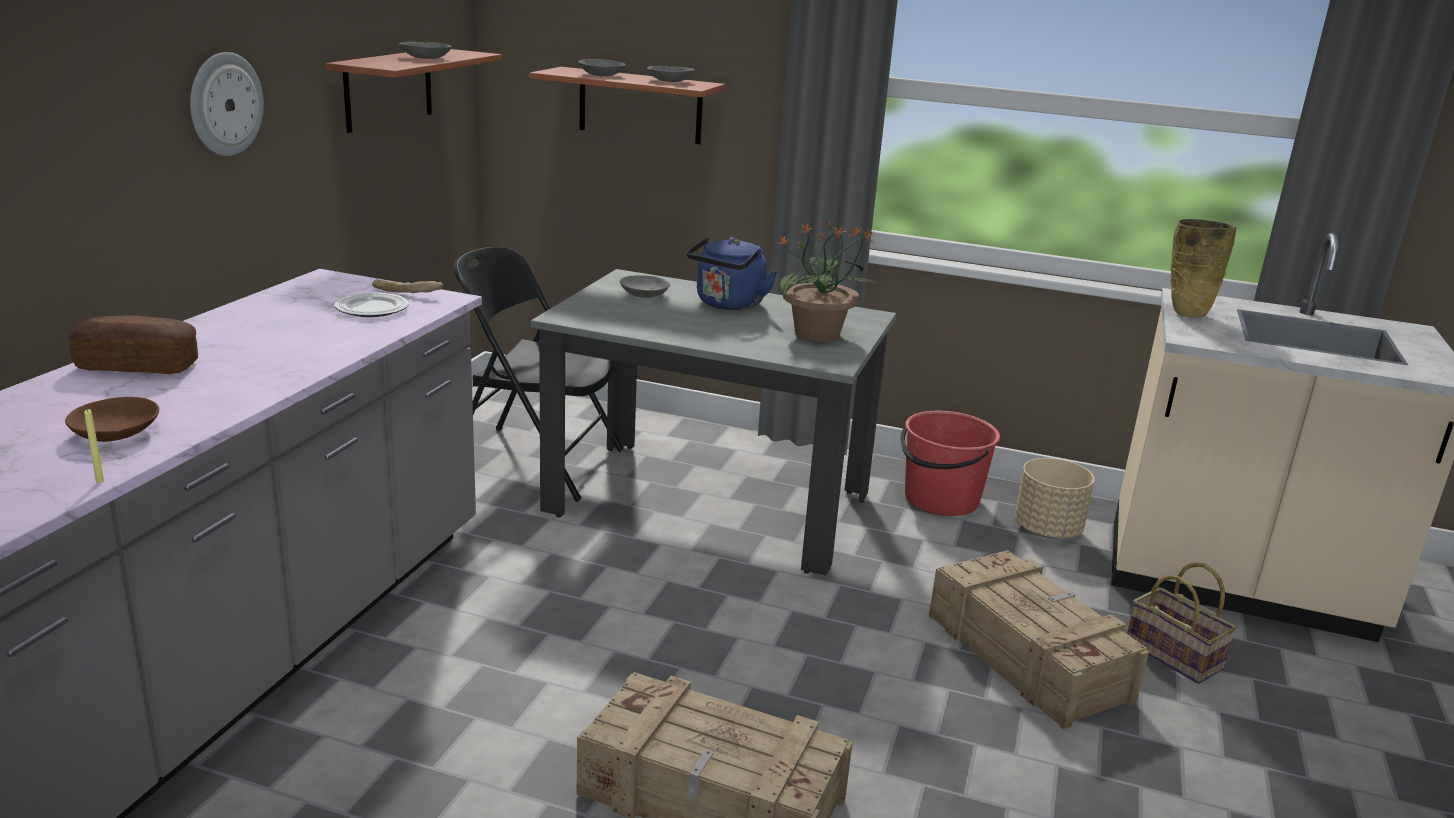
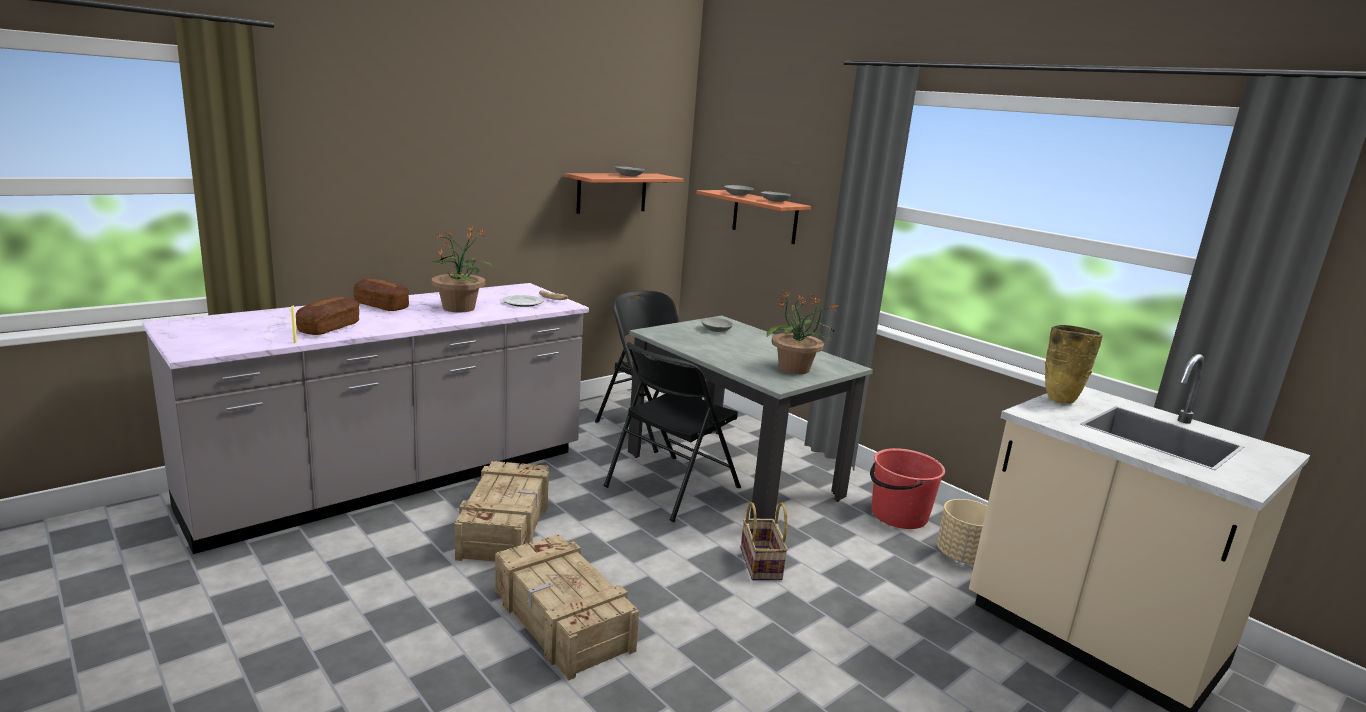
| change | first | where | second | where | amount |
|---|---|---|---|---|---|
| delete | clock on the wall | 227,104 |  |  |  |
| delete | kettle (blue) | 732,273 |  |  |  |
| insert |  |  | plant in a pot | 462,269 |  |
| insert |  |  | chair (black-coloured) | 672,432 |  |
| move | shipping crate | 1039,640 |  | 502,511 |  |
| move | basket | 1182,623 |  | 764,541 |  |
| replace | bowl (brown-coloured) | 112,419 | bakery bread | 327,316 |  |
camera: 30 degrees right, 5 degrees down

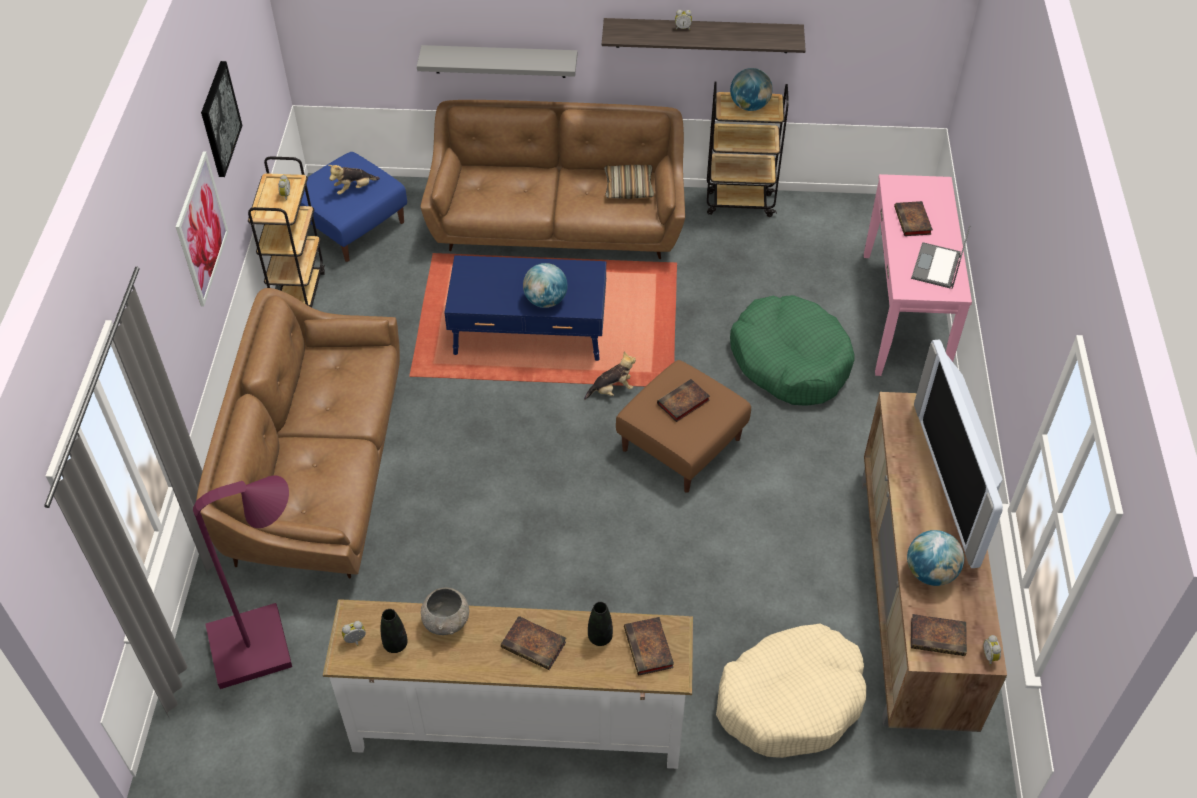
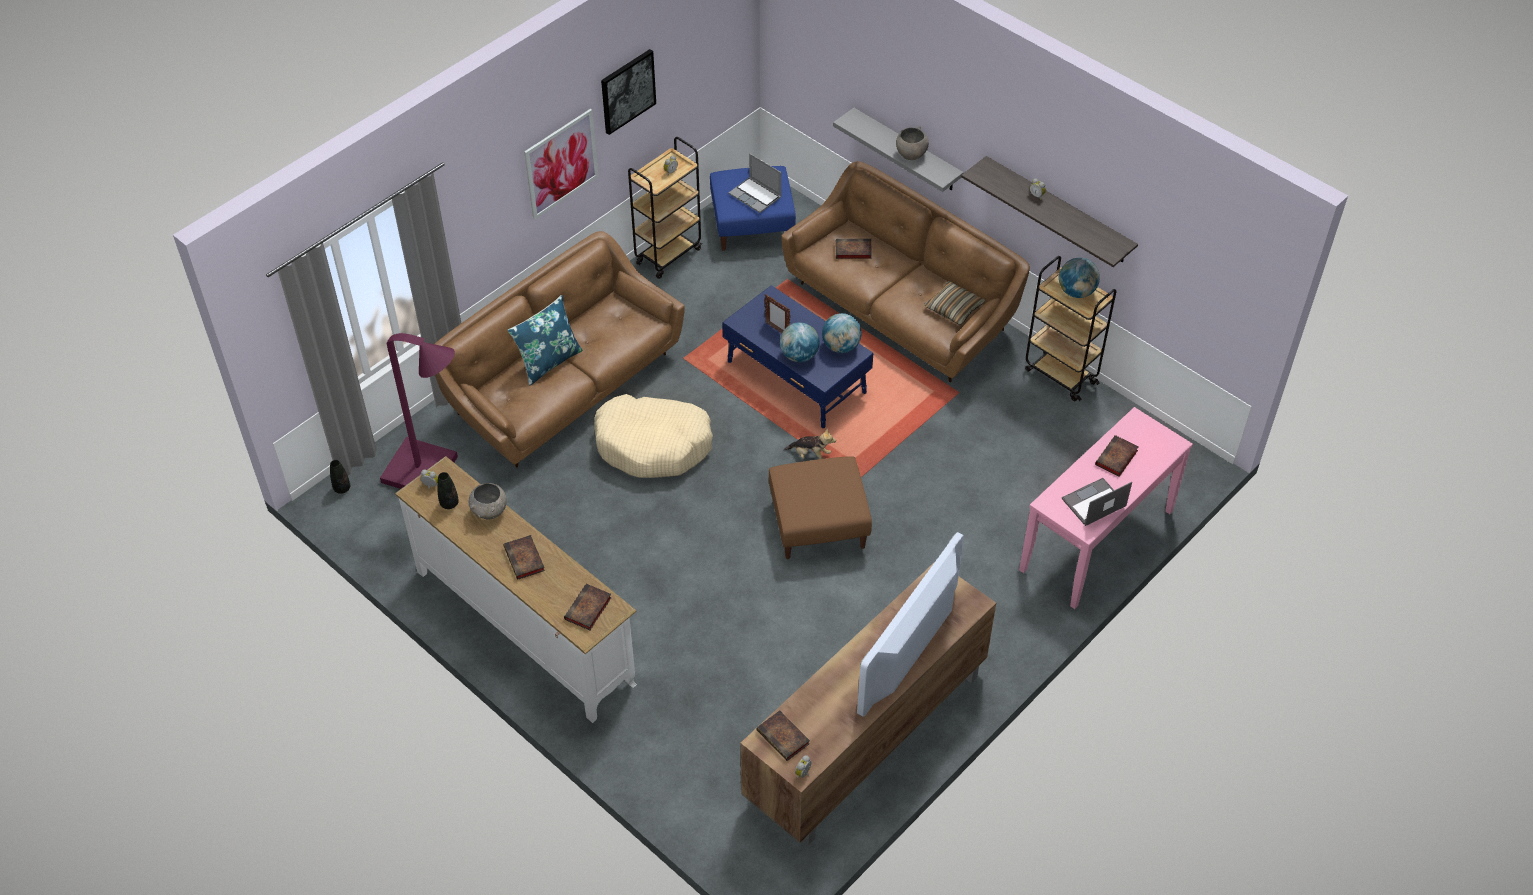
| change | first | where | second | where | amount |
|---|---|---|---|---|---|
| delete | dog cushion (green) | 792,350 |  |  |  |
| insert |  |  | pillow (blue) | 545,340 |  |
| insert |  |  | standing frame | 777,313 |  |
| insert |  |  | bowl (grey) | 912,143 |  |
| move | decorative vase (black-coloured) | 600,624 |  | 340,477 |  |
| move | bound book | 683,400 |  | 854,248 |  |
| move | dog cushion (sand-coloured) | 791,691 |  | 653,436 |  |
| move | world globe | 935,558 |  | 842,333 |  |
| replace | plush toy | 354,180 | notebook computer | 755,183 |  |
camera: 40 degrees right, 0 degrees up

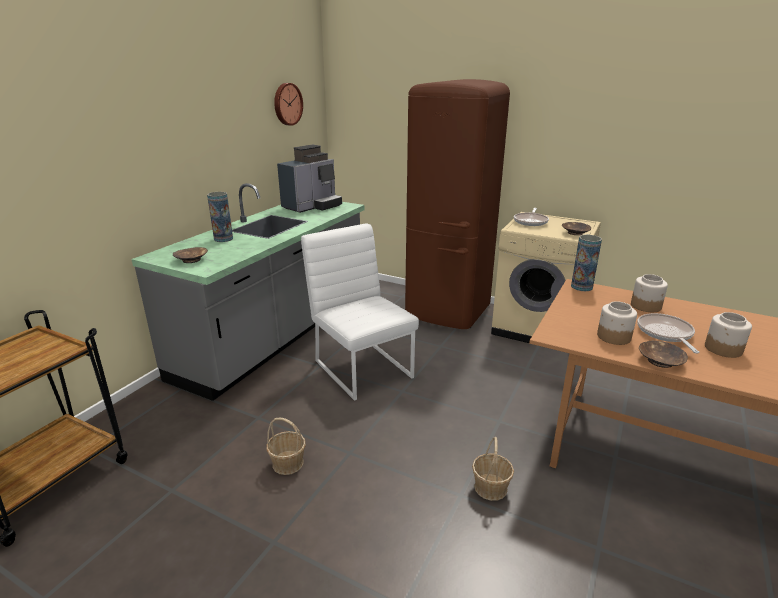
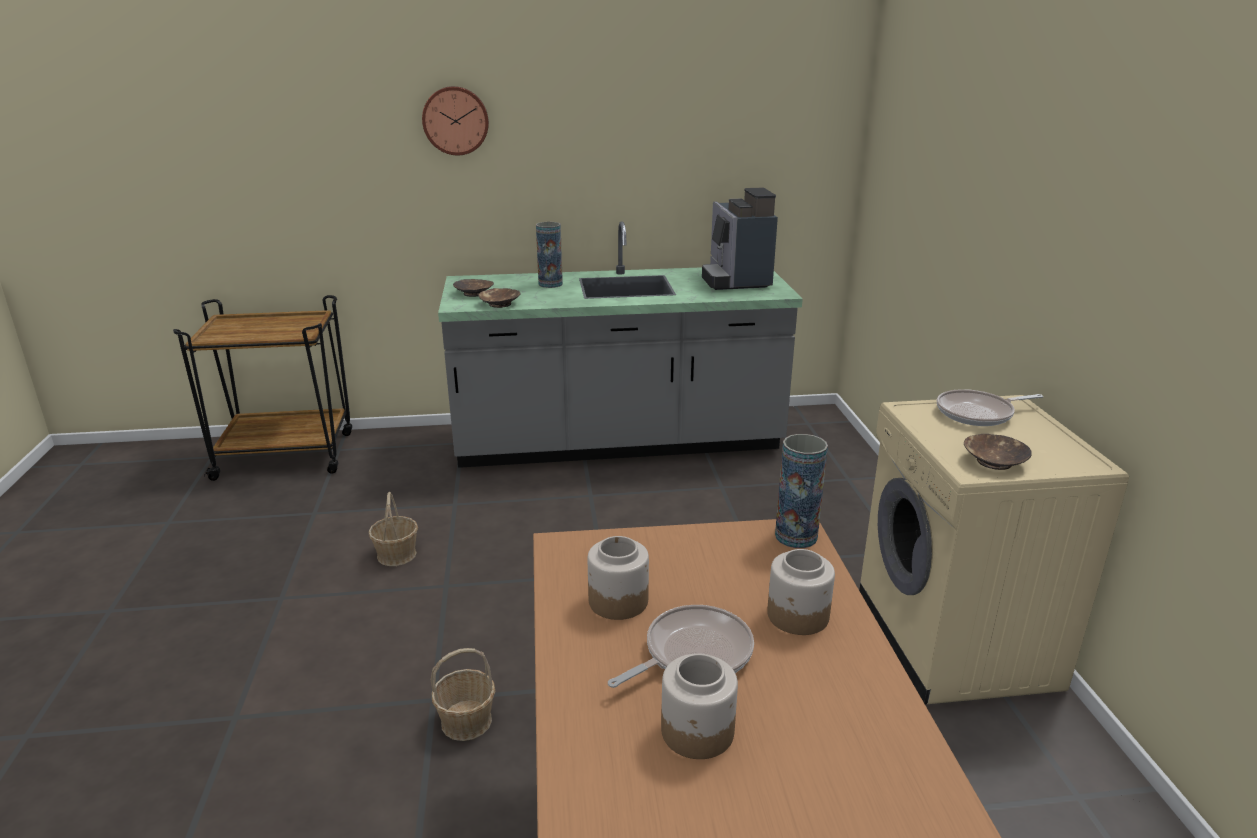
| change | first | where | second | where | amount |
|---|---|---|---|---|---|
| delete | chair (whitish) | 360,312 |  |  |  |
| delete | fridge (brown-coloured) | 457,204 |  |  |  |
| move | clock on the wall | 288,104 |  | 455,120 |  |
| move | bowl (brown-coloured) | 663,354 |  | 499,298 |  |
| rotate | coffee maker | 309,179 |  | 740,239 | 75 degrees clockwise |
camera: 55 degrees right, 0 degrees up

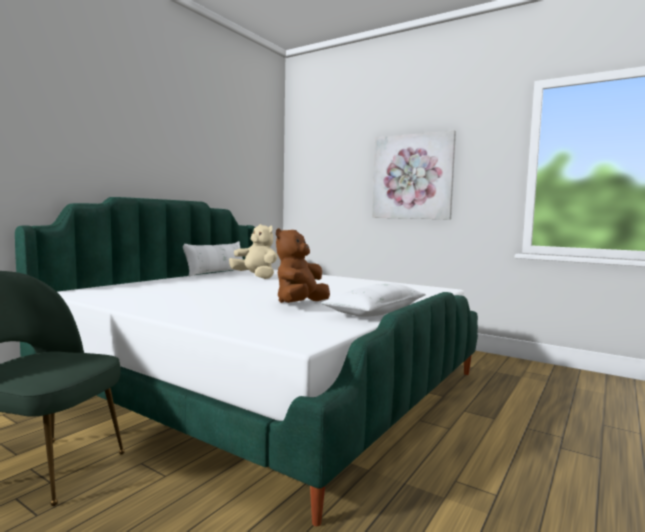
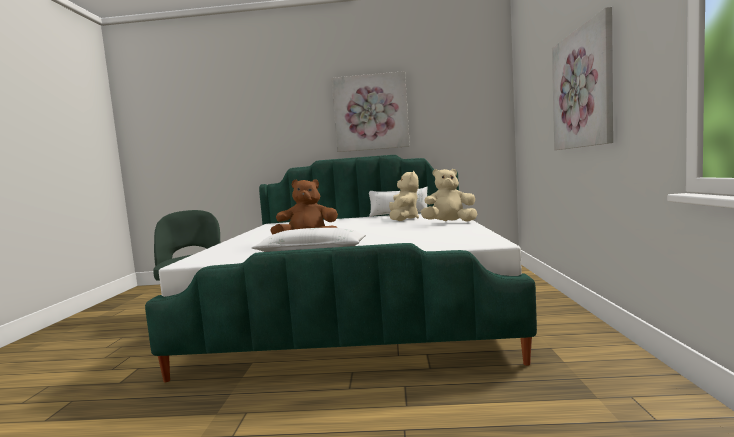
| change | first | where | second | where | amount |
|---|---|---|---|---|---|
| insert |  |  | picture | 370,111 |  |
| insert |  |  | plush toy (sand-coloured) | 448,195 |  |
camera: 60 degrees right, 0 degrees up

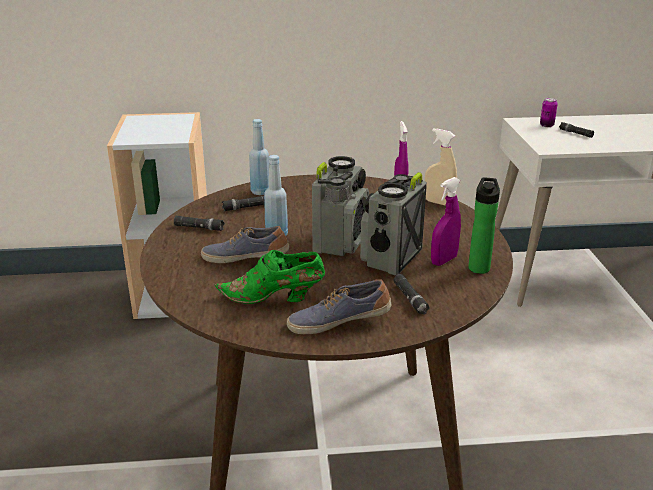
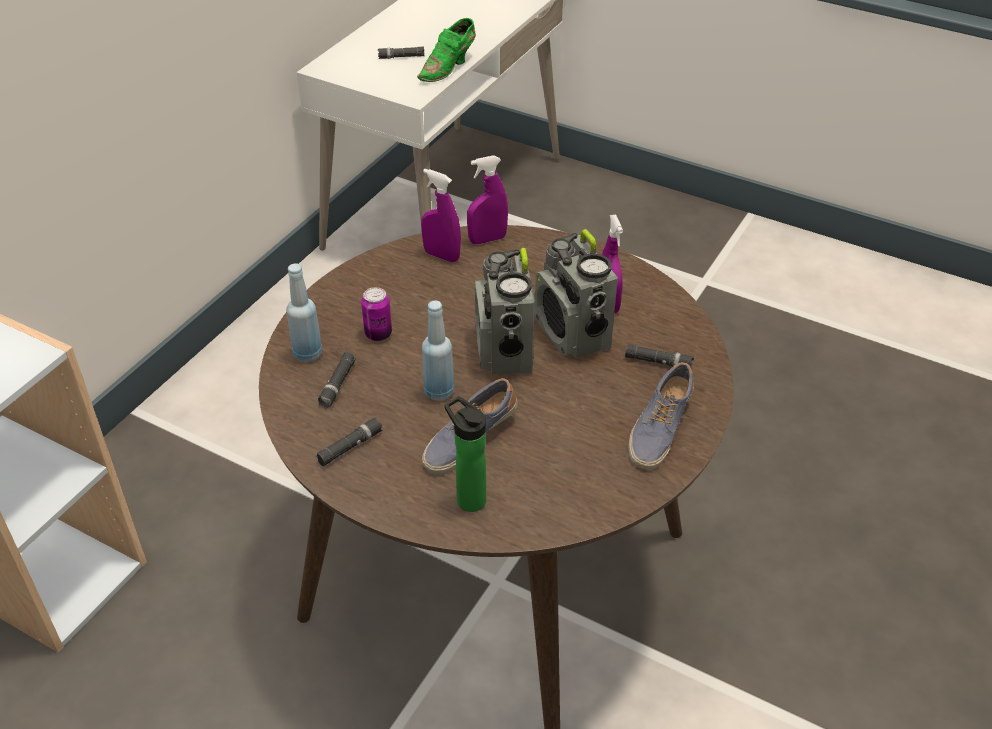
| change | first | where | second | where | amount |
|---|---|---|---|---|---|
| move | item of footwear (green) | 270,277 |  | 446,50 |  |
| move | drink bottle | 484,225 |  | 465,454 |  |
| move | can | 549,112 |  | 376,314 |  |
| recolor | sprayer (sand-coloured) | 441,167 | sprayer (purple-coloured) | 487,199 |  |
| rotate | radio receiver | 340,206 |  | 505,311 | 150 degrees counterclockwise |
camera: 55 degrees left, 15 degrees up

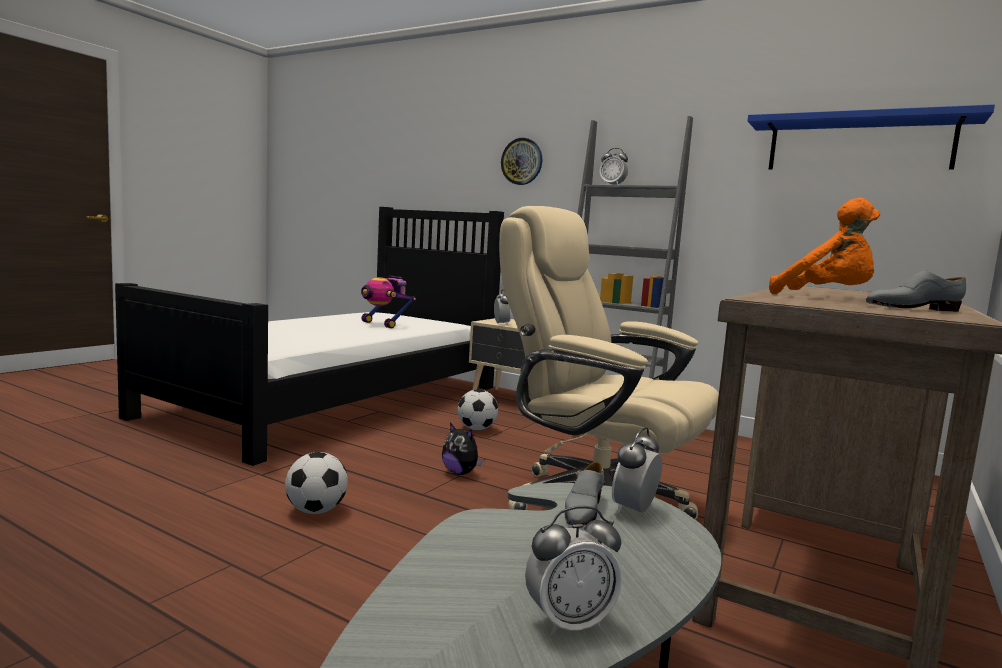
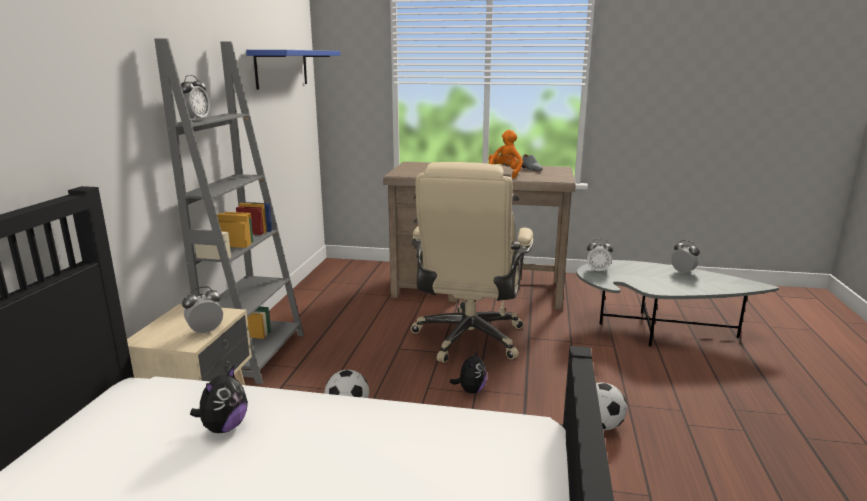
| change | first | where | second | where | amount |
|---|---|---|---|---|---|
| delete | clock on the wall | 521,161 |  |  |  |
| delete | item of footwear (grey) | 584,494 |  |  |  |
| replace | robot figure | 388,302 | plush toy | 219,399 |  |
camera: 110 degrees left, 10 degrees up

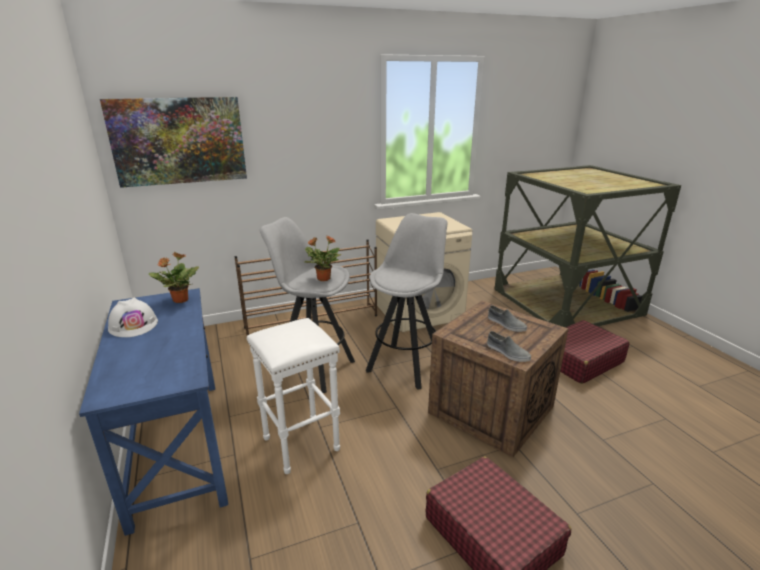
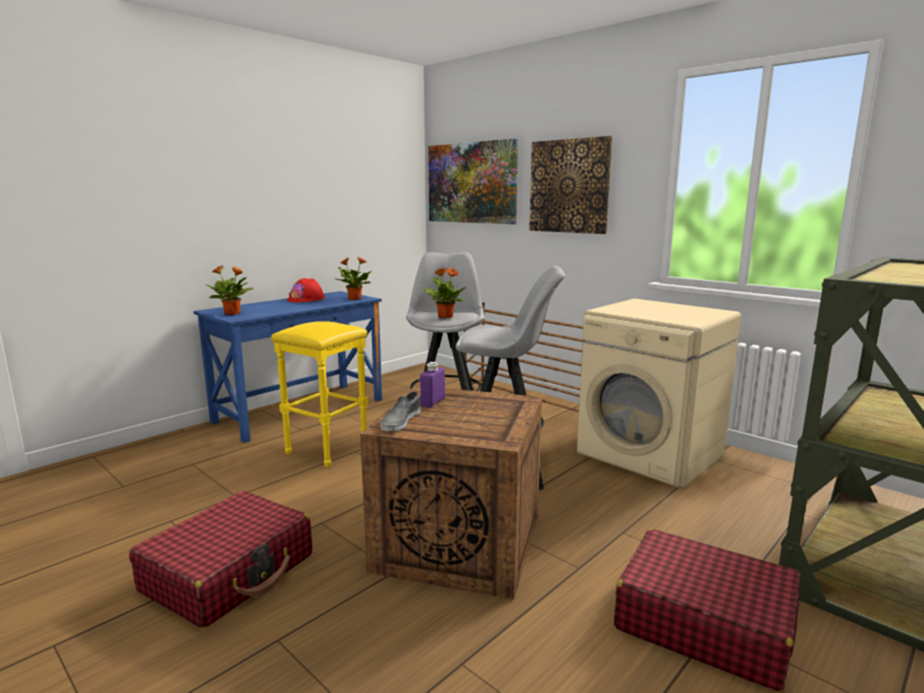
| change | first | where | second | where | amount |
|---|---|---|---|---|---|
| delete | item of footwear (grey) | 507,318 |  |  |  |
| insert |  |  | plant in a pot | 229,290 |  |
| insert |  |  | drink bottle (purple-coloured) | 432,385 |  |
| insert |  |  | picture | 571,185 |  |
| recolor | safety helmet (whitish) | 133,317 | safety helmet (red) | 305,290 |  |
| recolor | stool seat (whitish) | 293,396 | stool seat (yellow) | 319,394 |  |
camera: 65 degrees right, 10 degrees down

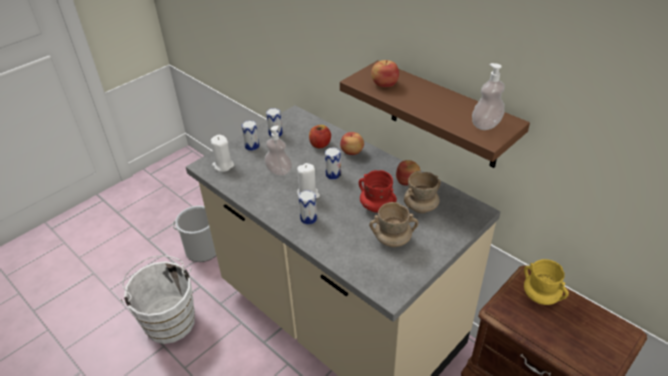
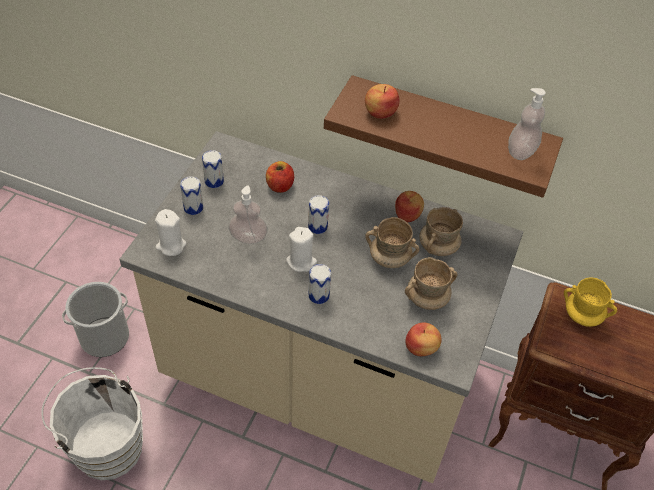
| change | first | where | second | where | amount |
|---|---|---|---|---|---|
| move | apple | 352,143 |  | 423,339 |  |
| recolor | coffee mug (red) | 378,191 | coffee mug (sand-coloured) | 392,242 |  |
camera: 25 degrees left, 10 degrees up

